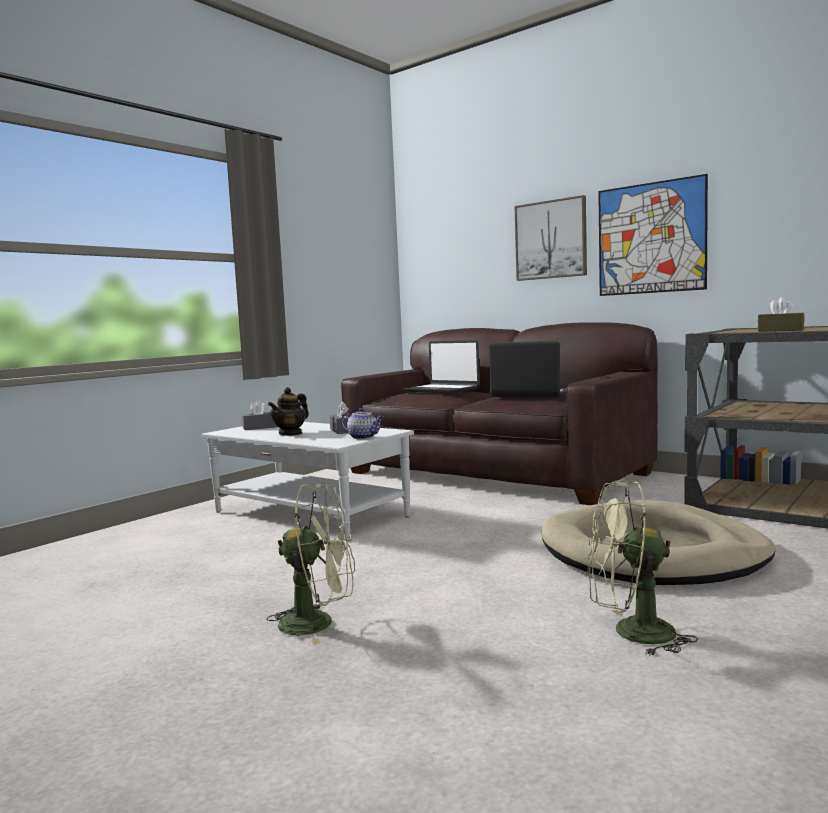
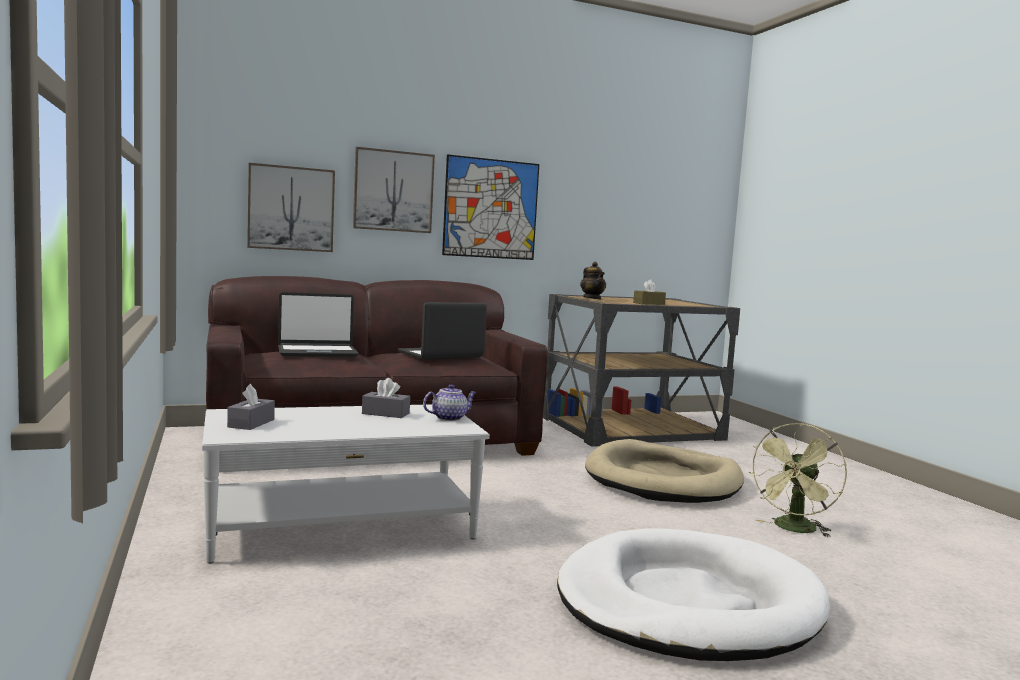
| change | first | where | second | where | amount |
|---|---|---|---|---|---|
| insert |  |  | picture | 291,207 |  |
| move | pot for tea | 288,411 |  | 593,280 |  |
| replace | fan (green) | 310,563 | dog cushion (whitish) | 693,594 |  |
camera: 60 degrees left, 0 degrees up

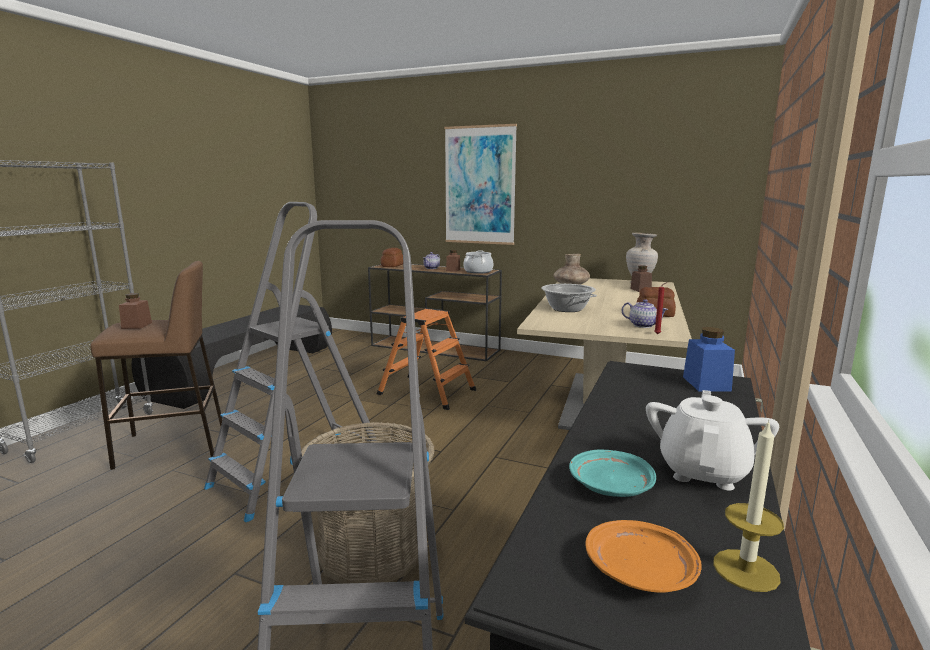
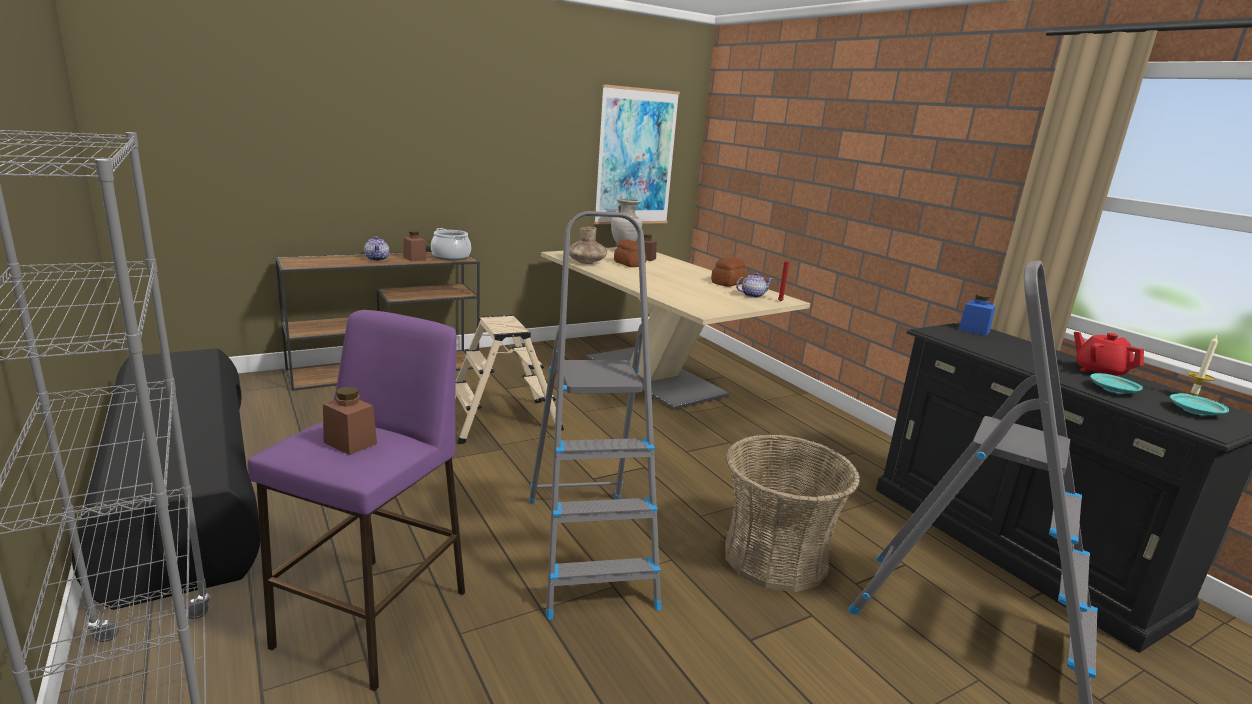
| change | first | where | second | where | amount |
|---|---|---|---|---|---|
| delete | cooking pot | 569,298 |  |  |  |
| move | bakery bread | 392,257 |  | 630,253 |  |
| move | picture | 480,184 |  | 637,154 |  |
| recolor | stool seat (brown-coloured) | 156,365 | stool seat (purple-coloured) | 356,500 |  |
| recolor | stepladder (orangey) | 426,359 | stepladder (sand-coloured) | 509,379 |  |
| recolor | dinner plate (orangey) | 643,556 | dinner plate (turquoise) | 1199,404 |  |
| recolor | pot for tea (whitish) | 712,440 | pot for tea (red) | 1109,354 |  |
camera: 55 degrees left, 5 degrees up

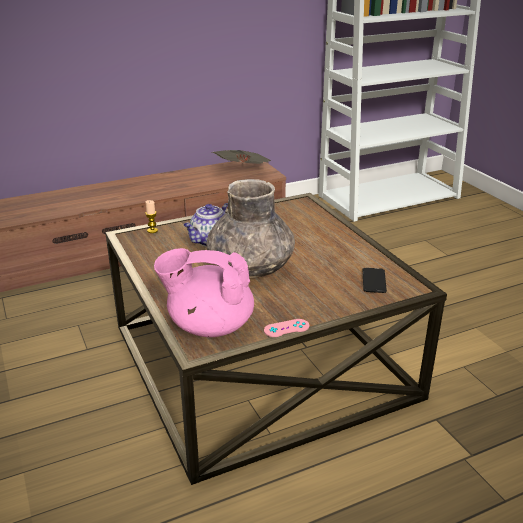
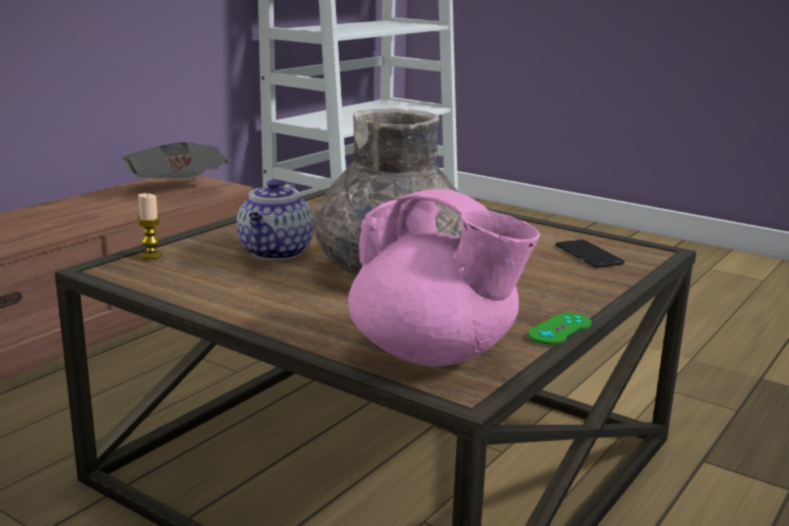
| change | first | where | second | where | amount |
|---|---|---|---|---|---|
| recolor | game controller (pinkish) | 286,328 | game controller (green) | 560,329 |  |
| rotate | pot for tea (pinkish) | 204,292 |  | 444,278 | 120 degrees counterclockwise |
camera: 30 degrees left, 10 degrees down

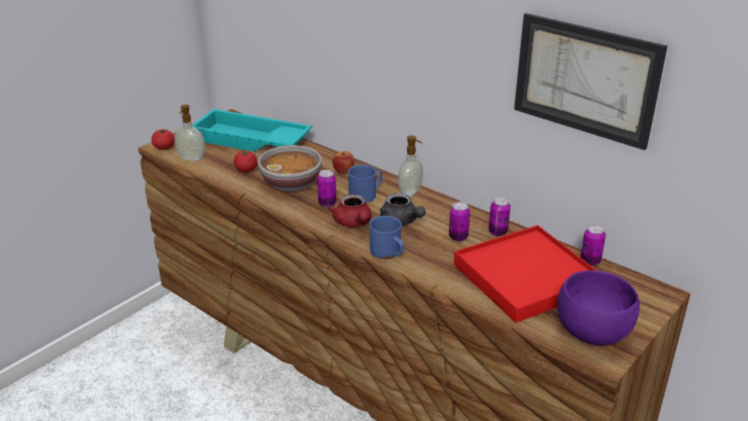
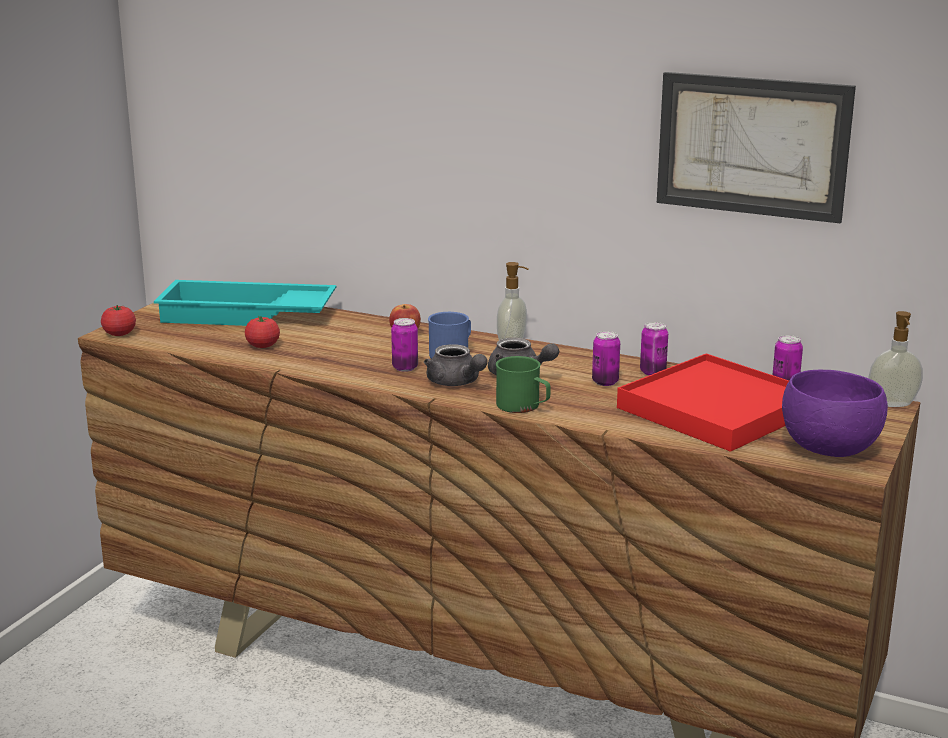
| change | first | where | second | where | amount |
|---|---|---|---|---|---|
| delete | bowl | 290,168 |  |  |  |
| move | soap dispenser | 190,132 |  | 895,359 |  |
| recolor | pot for tea (red) | 350,210 | pot for tea (grey) | 455,365 |  |
| recolor | coffee mug (blue) | 386,237 | coffee mug (green) | 523,384 |  |
camera: 15 degrees left, 10 degrees down

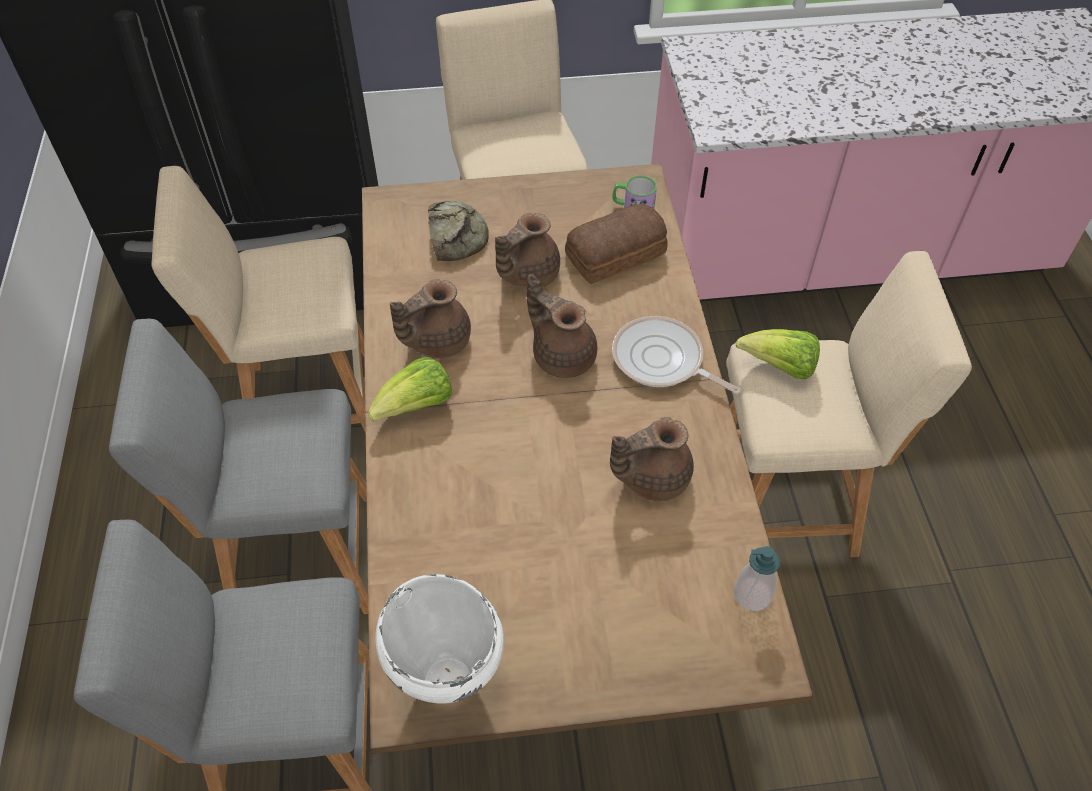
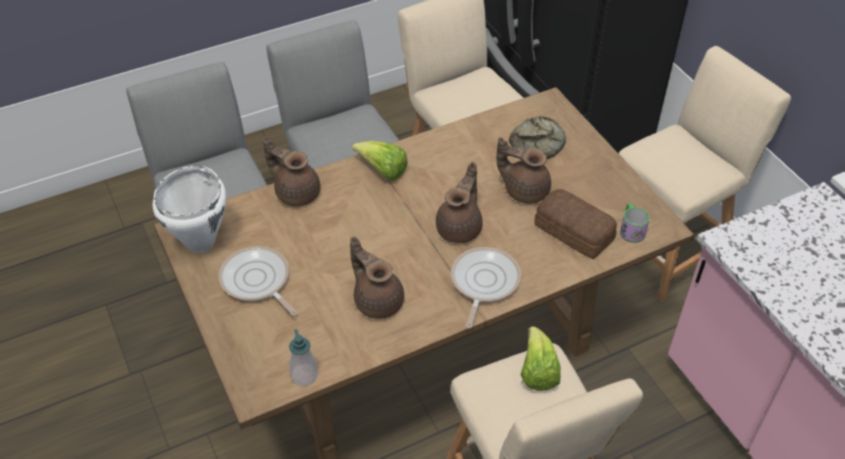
| change | first | where | second | where | amount |
|---|---|---|---|---|---|
| insert |  |  | pan | 258,281 |  |
| move | pot for tea (brown-coloured) | 430,319 |  | 291,171 |  |
camera: 70 degrees right, 5 degrees down

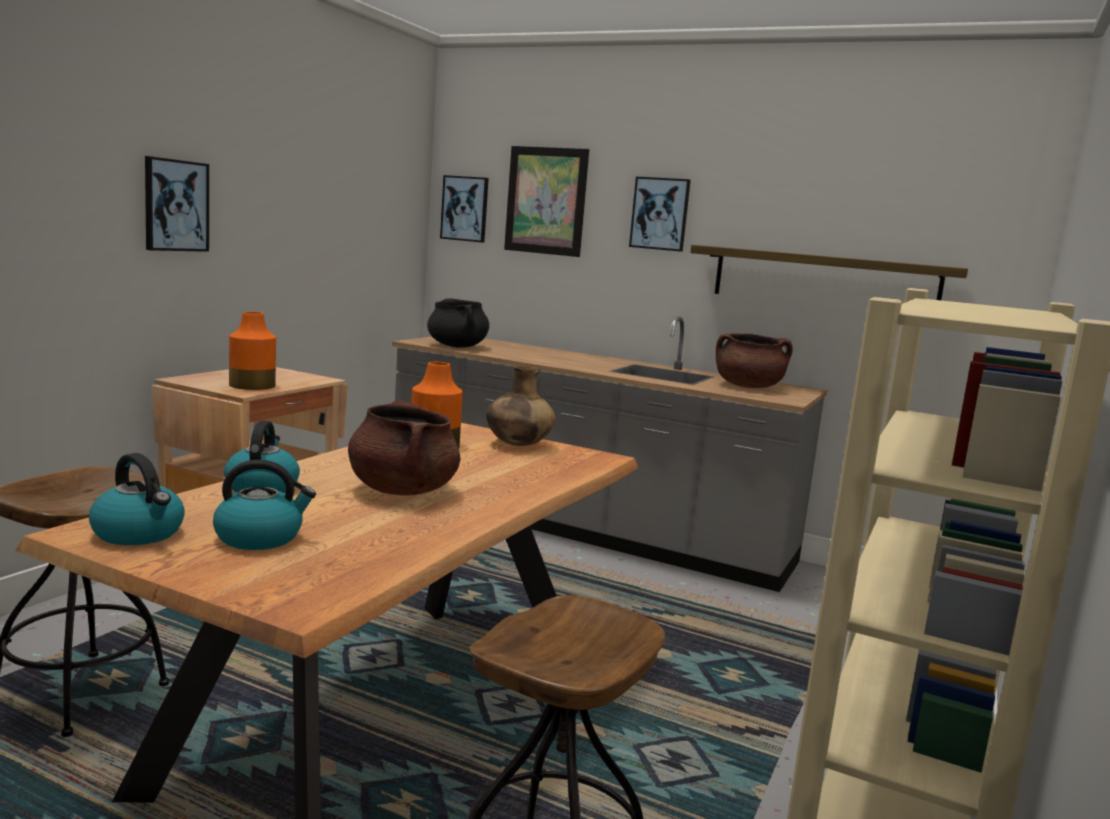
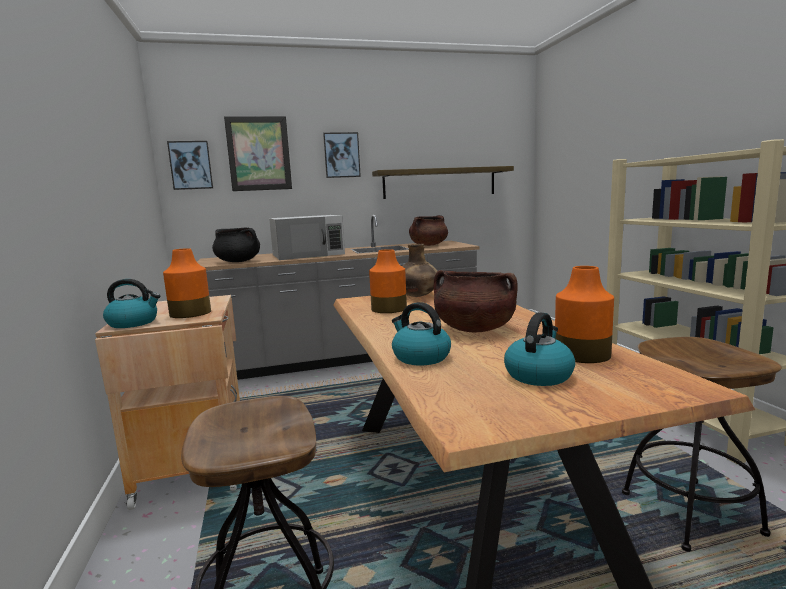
| change | first | where | second | where | amount |
|---|---|---|---|---|---|
| delete | picture | 177,204 |  |  |  |
| insert |  |  | microwave oven (whitish) | 307,237 |  |
| insert |  |  | decorative vase (orangey) | 584,314 |  |
| move | kettle | 137,499 |  | 131,303 |  |
camera: 40 degrees left, 0 degrees up

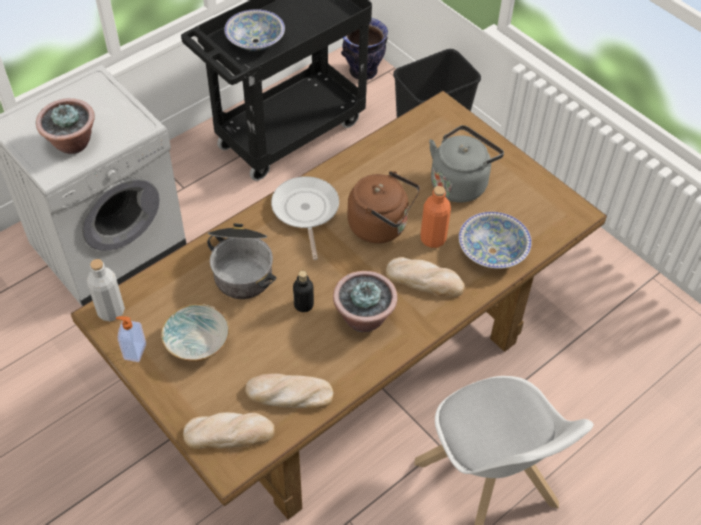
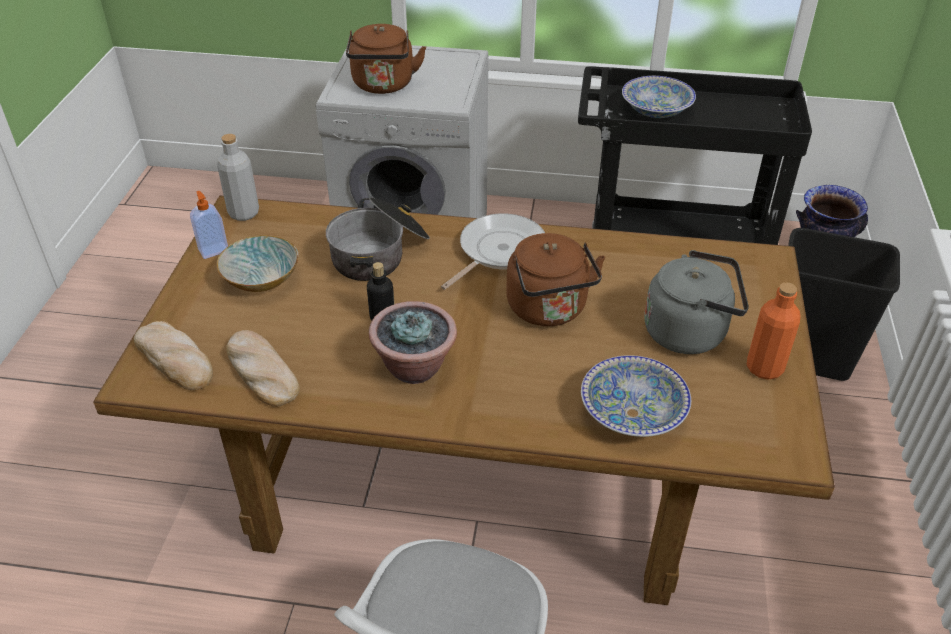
| change | first | where | second | where | amount |
|---|---|---|---|---|---|
| delete | bakery bread | 425,277 |  |  |  |
| move | drink bottle (orangey) | 435,217 |  | 773,331 |  |
| replace | plant in a pot | 65,126 | kettle (brown-coloured) | 386,59 |  |
camera: 50 degrees right, 10 degrees down

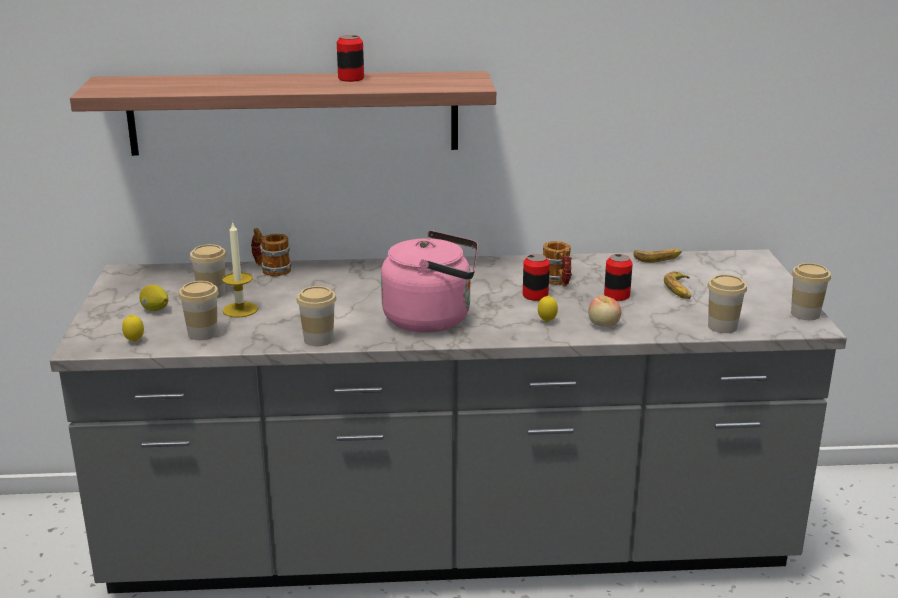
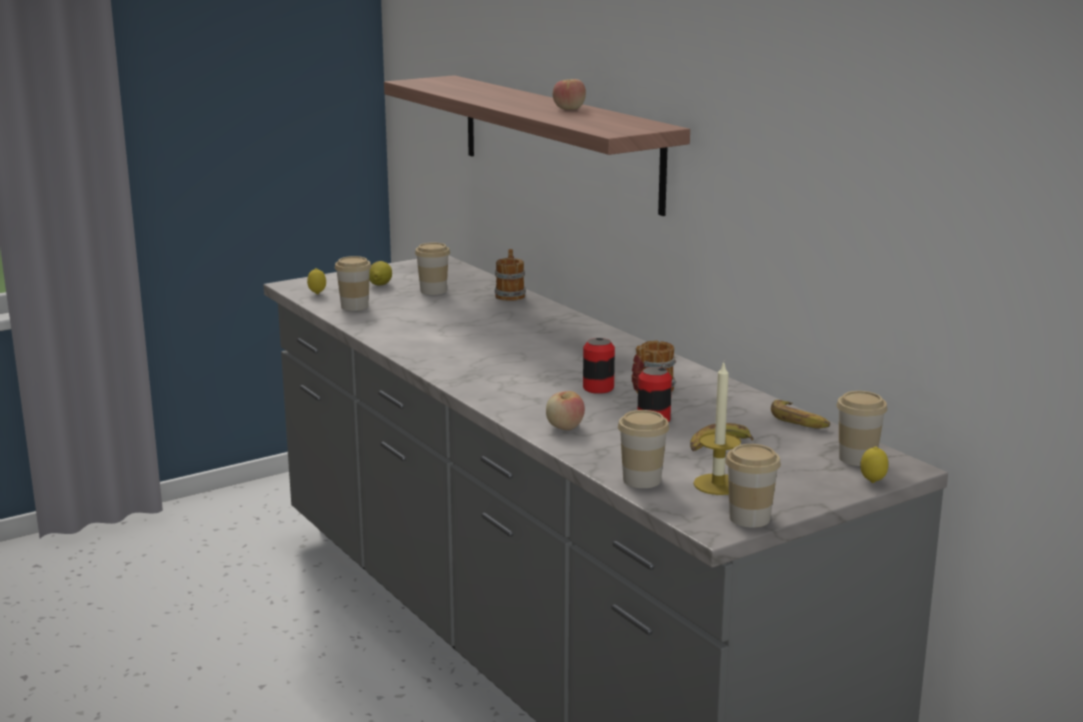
| change | first | where | second | where | amount |
|---|---|---|---|---|---|
| delete | kettle (pinkish) | 429,281 |  |  |  |
| move | wax candle | 240,269 |  | 717,428 |  |
| move | cup | 316,316 |  | 861,428 |  |
| move | lemon | 548,308 |  | 874,465 |  |
| replace | can | 350,58 | apple | 569,94 |  |
camera: 60 degrees right, 5 degrees down

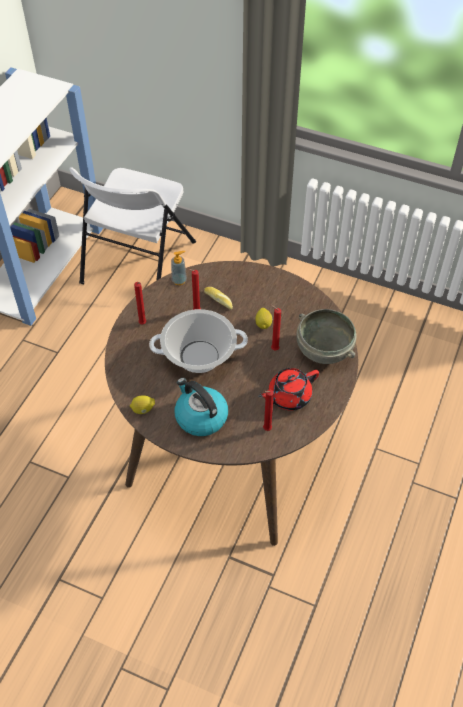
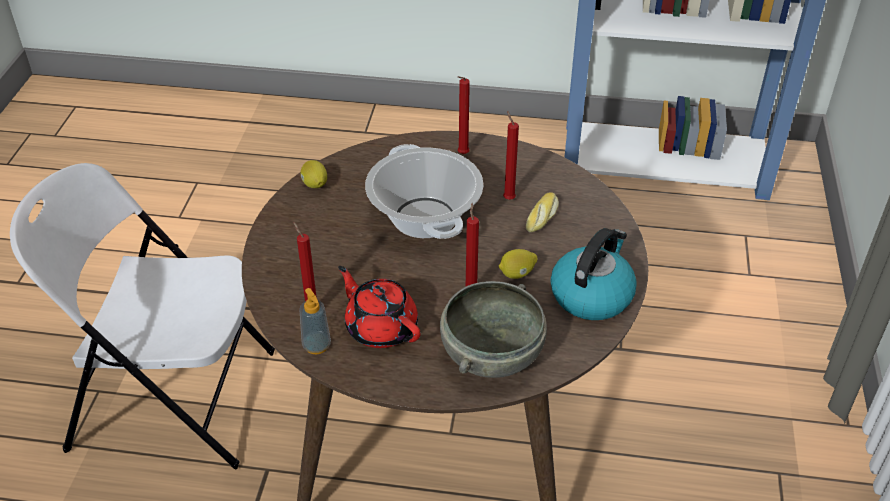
| change | first | where | second | where | amount |
|---|---|---|---|---|---|
| move | chair (whitish) | 132,226 |  | 142,316 |  |
| move | soap dispenser | 179,268 |  | 315,321 |  |
| move | kettle | 201,407 |  | 594,274 |  |
camera: 75 degrees right, 10 degrees down

